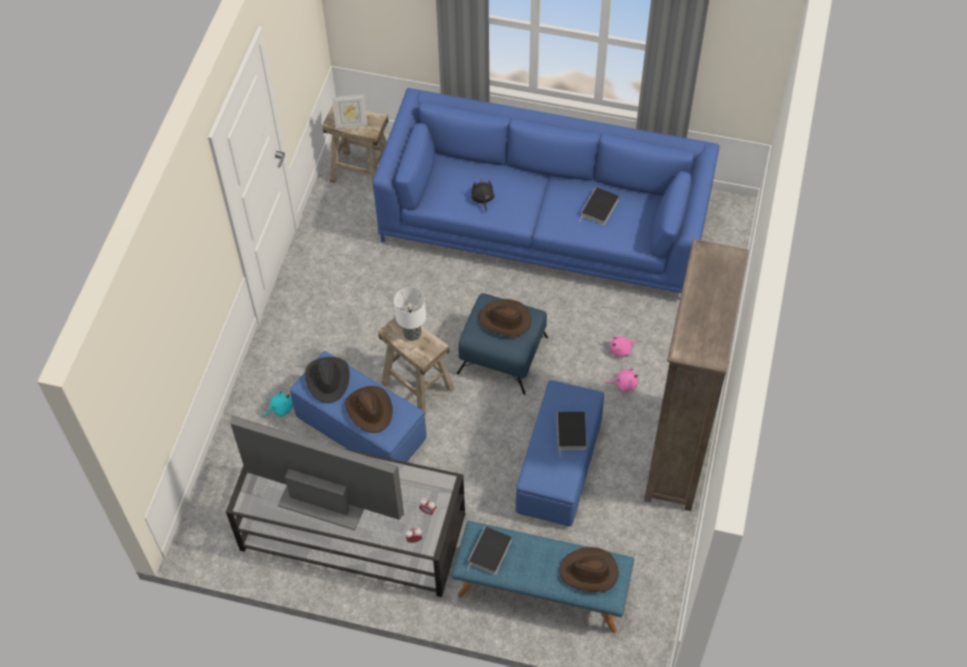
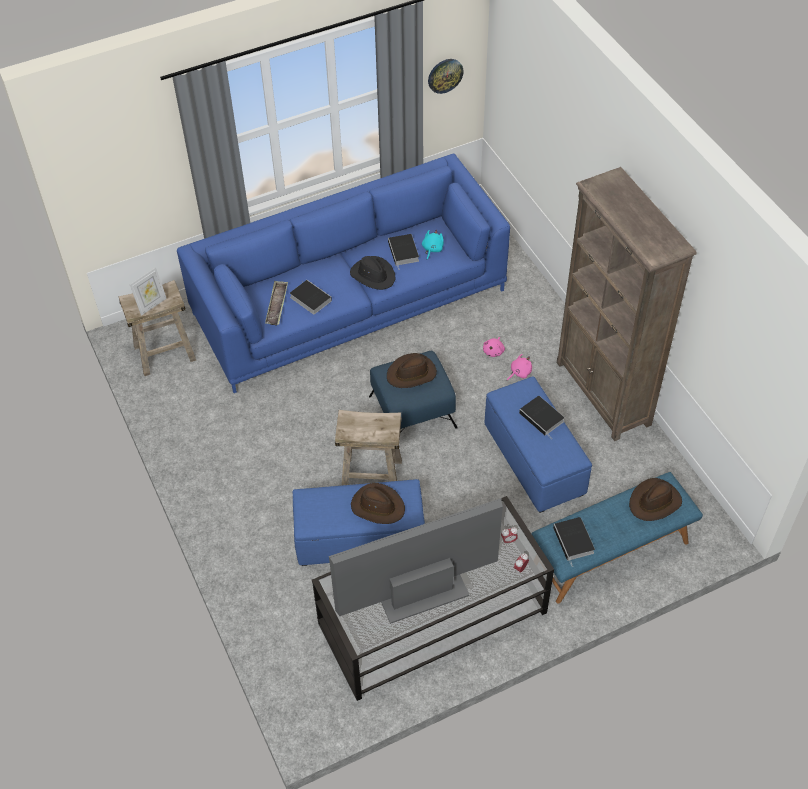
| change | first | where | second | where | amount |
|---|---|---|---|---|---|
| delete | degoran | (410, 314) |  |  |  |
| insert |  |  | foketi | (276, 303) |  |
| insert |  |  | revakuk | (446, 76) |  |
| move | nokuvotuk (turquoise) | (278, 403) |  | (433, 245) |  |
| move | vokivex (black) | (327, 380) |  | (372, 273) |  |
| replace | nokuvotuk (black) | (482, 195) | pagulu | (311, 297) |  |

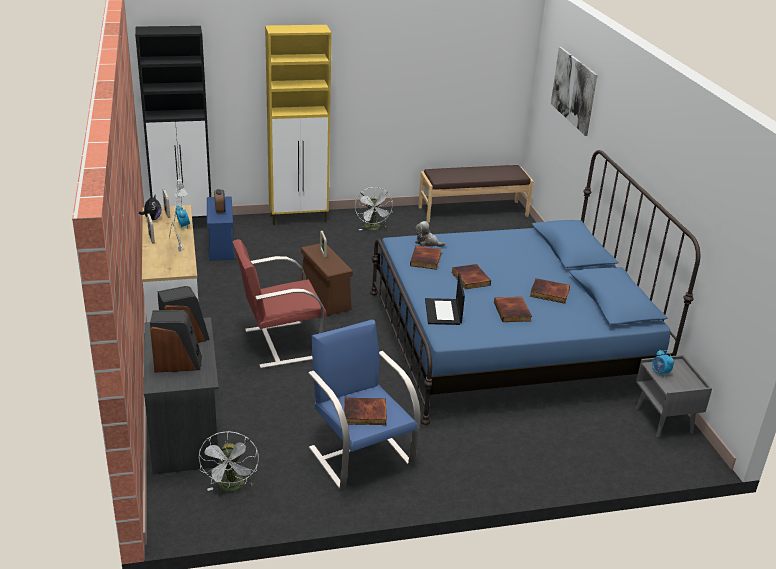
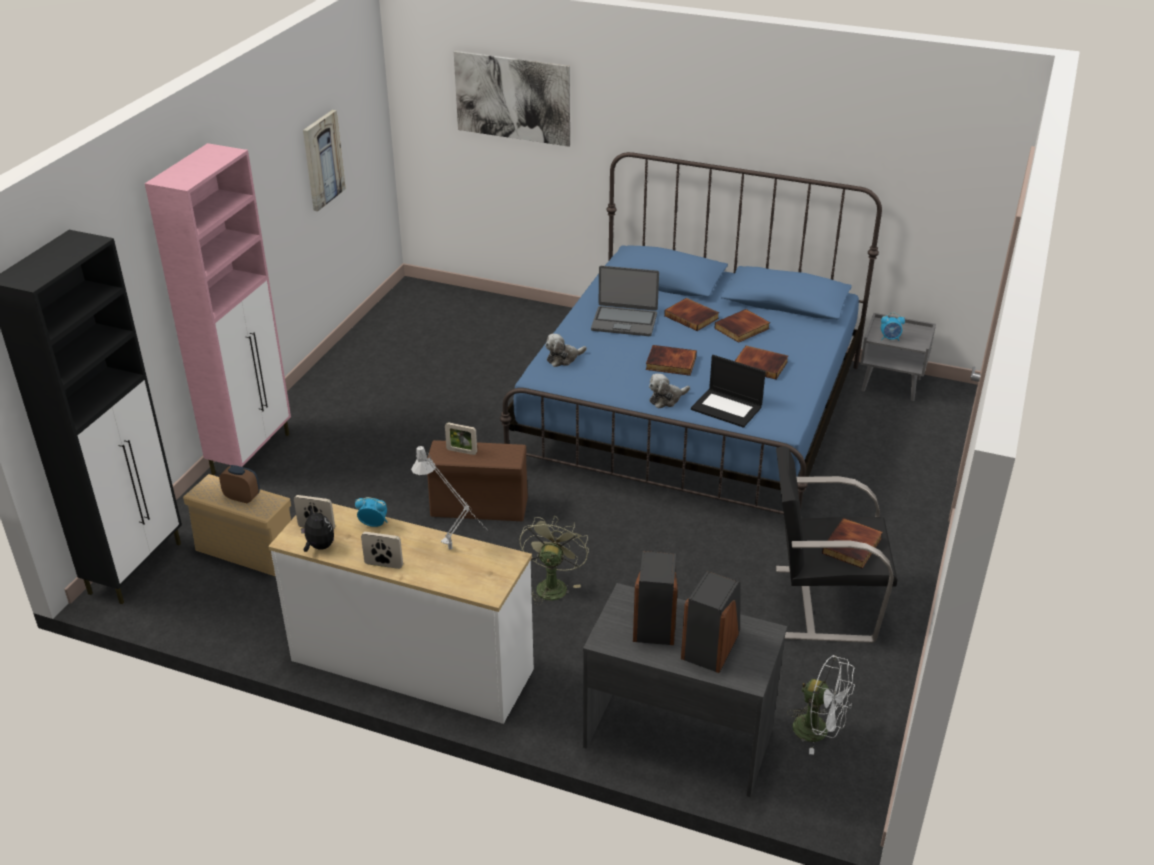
| change | first | where | second | where | amount |
|---|---|---|---|---|---|
| delete | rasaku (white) | (374, 208) |  |  |  |
| delete | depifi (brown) | (475, 194) |  |  |  |
| insert |  |  | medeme | (324, 160) |  |
| insert |  |  | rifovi | (625, 301) |  |
| insert |  |  | nokuvotuk | (669, 390) |  |
| move | pagulu | (426, 258) |  | (691, 314) |  |
| replace | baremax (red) | (279, 304) | rasaku (green) | (554, 560) |  |
| recolor | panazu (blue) | (221, 228) | panazu (beige) | (237, 525) |  |
| recolor | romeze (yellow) | (298, 125) | romeze (pink) | (218, 309) |  |
| recolor | baremax (blue) | (364, 405) | baremax (black) | (836, 544) |  |

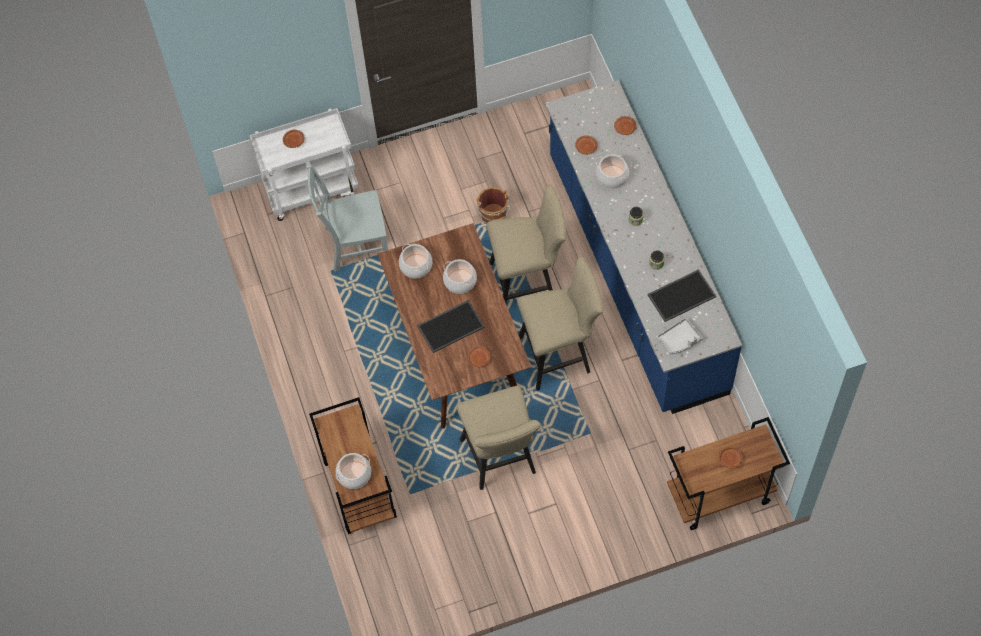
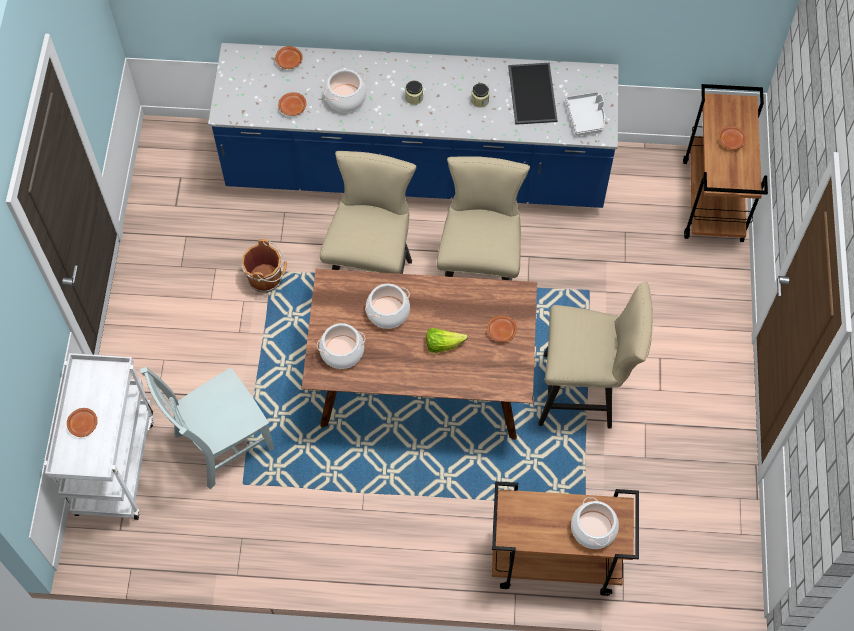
| change | first | where | second | where | amount |
|---|---|---|---|---|---|
| replace | foketi | (451, 326) | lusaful | (447, 340) |  |
| rotate | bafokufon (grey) | (347, 218) |  | (207, 428) | 45 degrees clockwise |

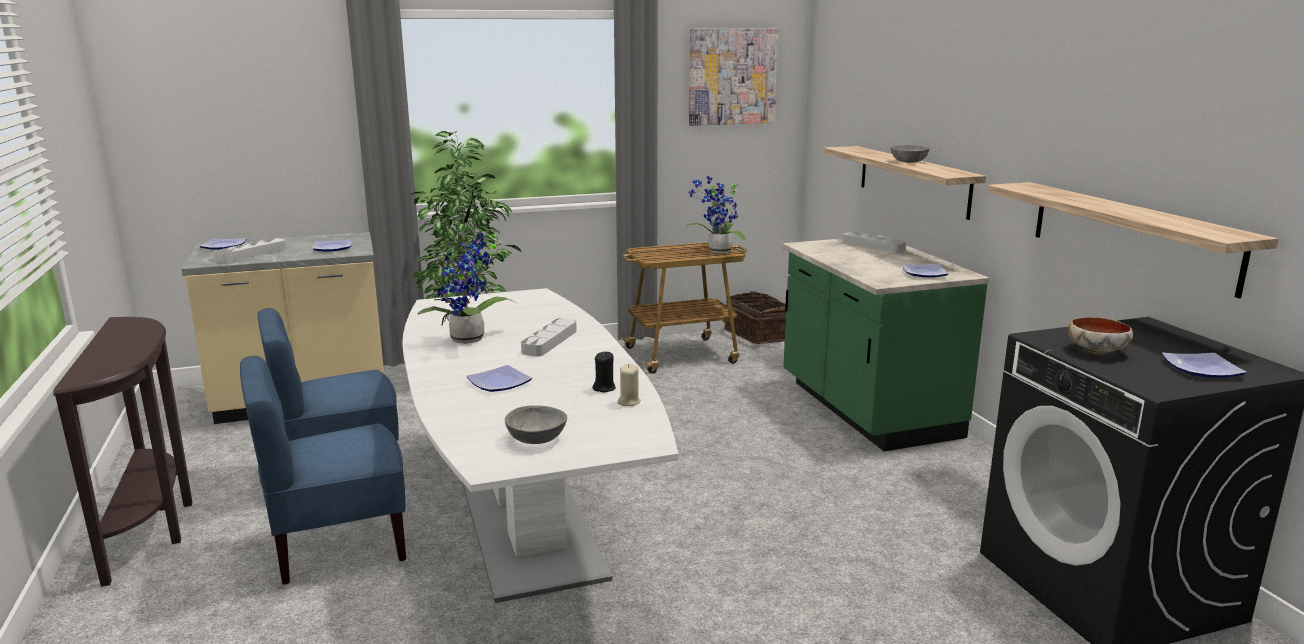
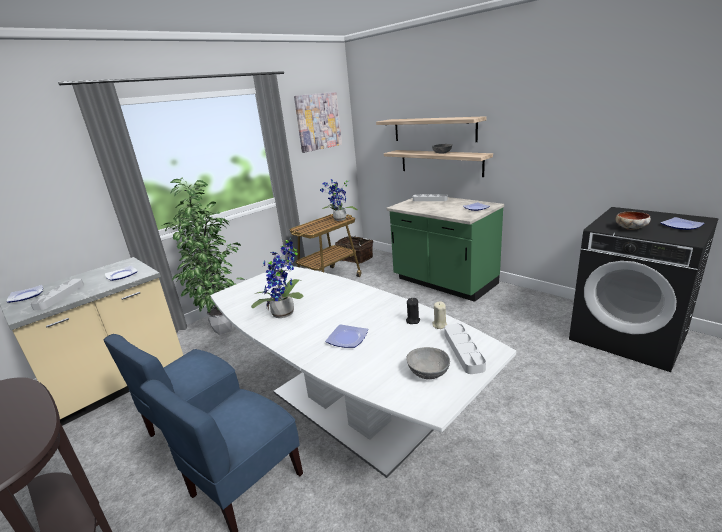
| change | first | where | second | where | amount |
|---|---|---|---|---|---|
| move | foketi (grey) | (549, 337) |  | (465, 349) |  |
| move | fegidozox | (1133, 240) |  | (431, 129) |  |

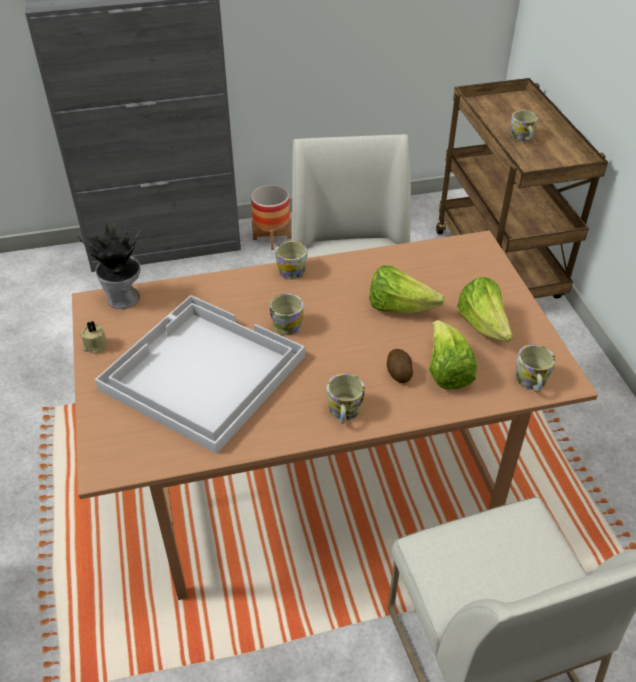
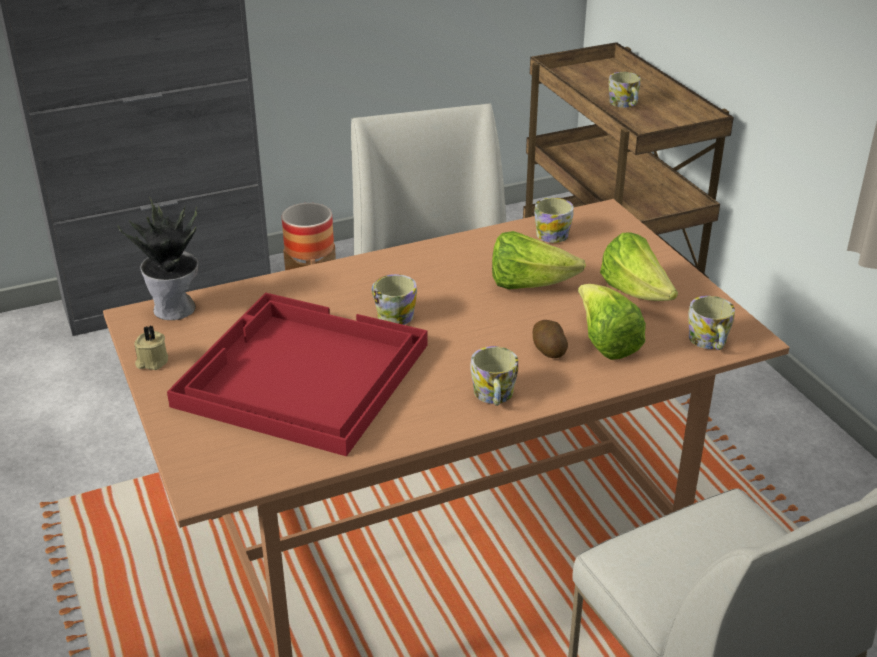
| change | first | where | second | where | amount |
|---|---|---|---|---|---|
| move | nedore | (291, 260) |  | (554, 220) |  |
| recolor | foketi (white) | (200, 374) | foketi (red) | (297, 374) |  |

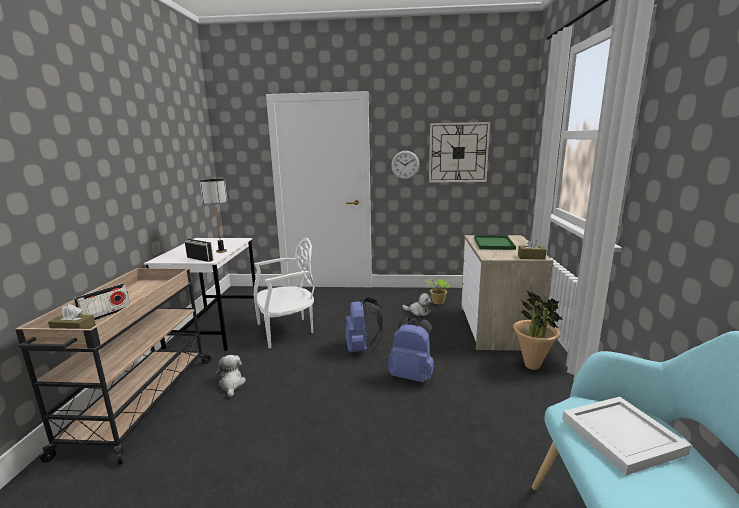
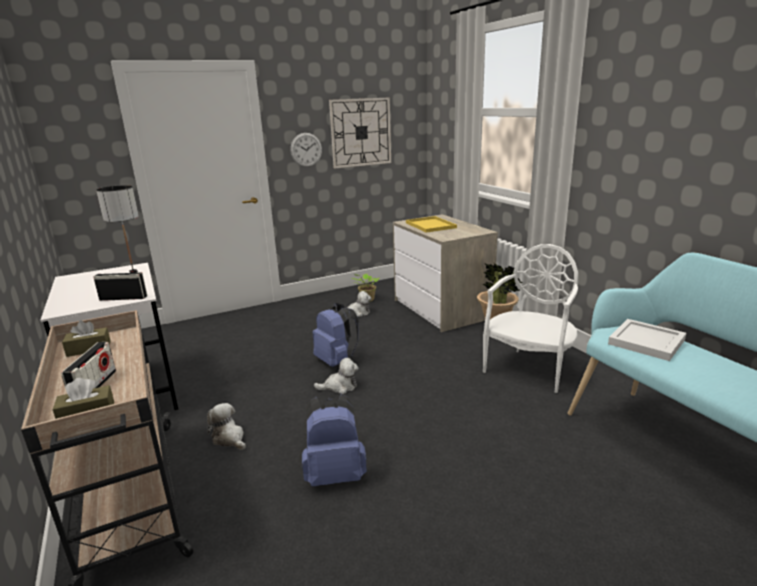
| change | first | where | second | where | amount |
|---|---|---|---|---|---|
| insert |  |  | nokuvotuk | (336, 376) |  |
| move | bafokufon (white) | (284, 293) |  | (530, 318) |  |
| move | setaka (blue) | (411, 350) |  | (334, 440) |  |
| move | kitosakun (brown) | (532, 249) |  | (86, 338) |  |
| recolor | foketi (green) | (495, 242) | foketi (yellow) | (431, 224) |  |

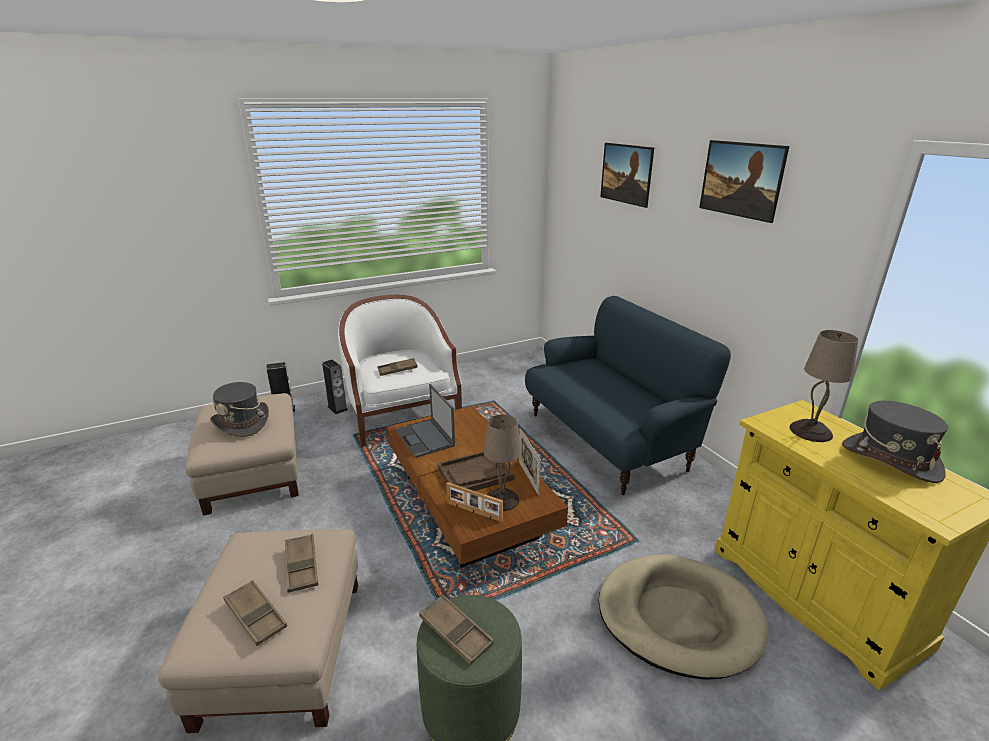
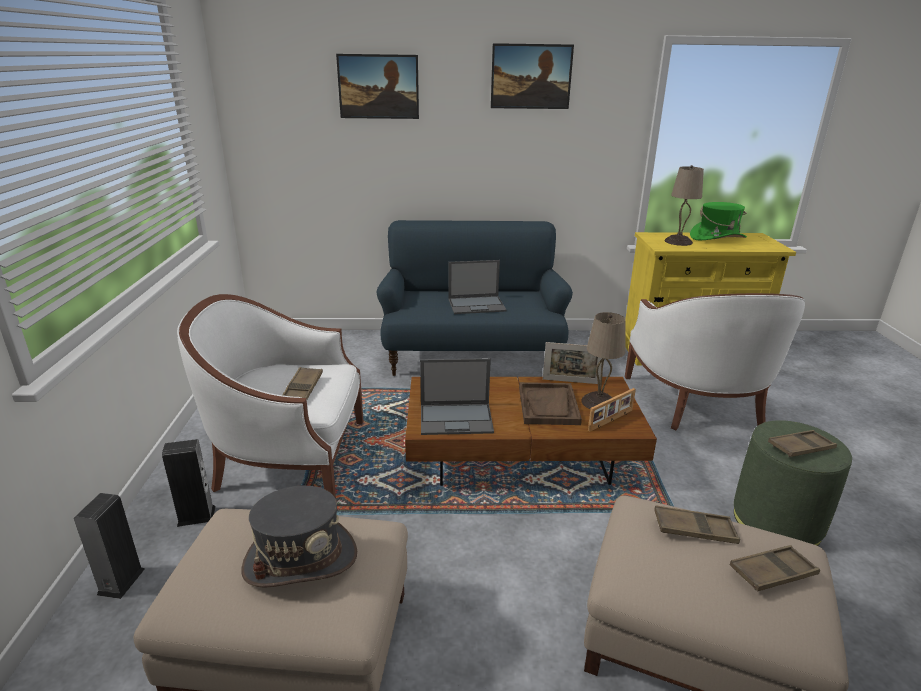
| change | first | where | second | where | amount |
|---|---|---|---|---|---|
| insert |  |  | rifovi | (477, 287) |  |
| replace | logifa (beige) | (683, 617) | baremax (white) | (715, 361) |  |
| recolor | vokivex (grey) | (895, 442) | vokivex (green) | (718, 221) |  |

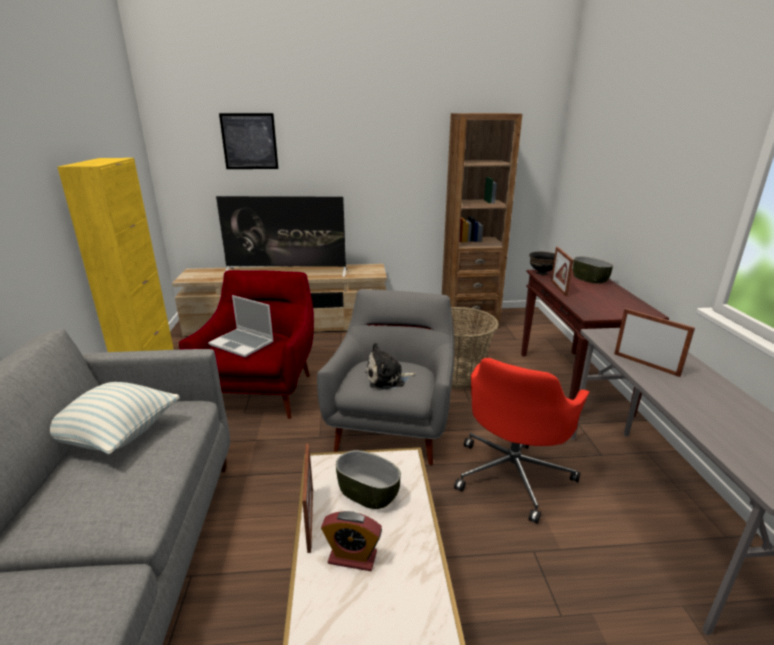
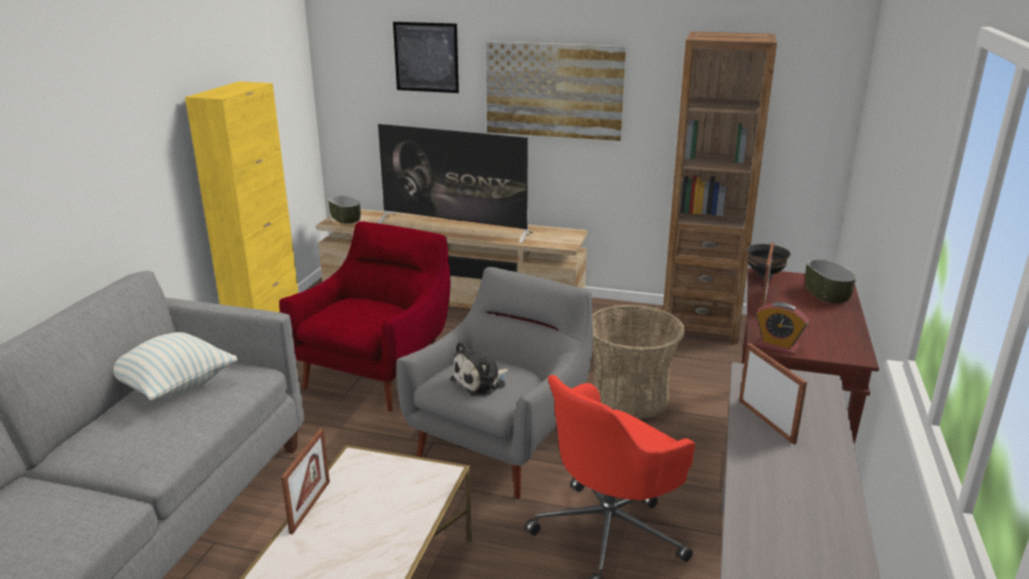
| change | first | where | second | where | amount |
|---|---|---|---|---|---|
| delete | rifovi | (241, 326) |  |  |  |
| insert |  |  | medeme | (556, 91) |  |
| move | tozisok | (351, 541) |  | (782, 329) |  |
| move | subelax | (368, 479) |  | (344, 210) |  |
| rotate | nokuvotuk | (390, 366) |  | (479, 368) | 45 degrees counterclockwise |

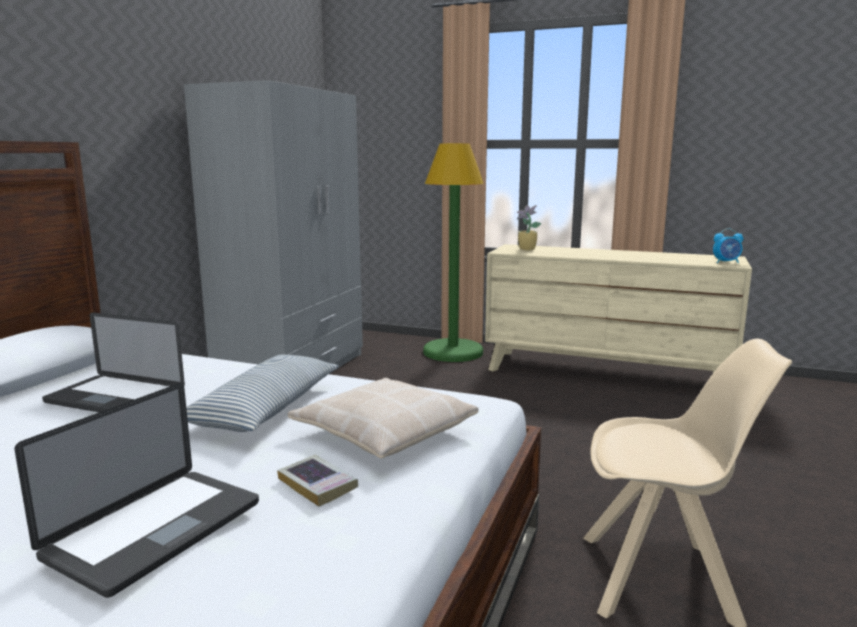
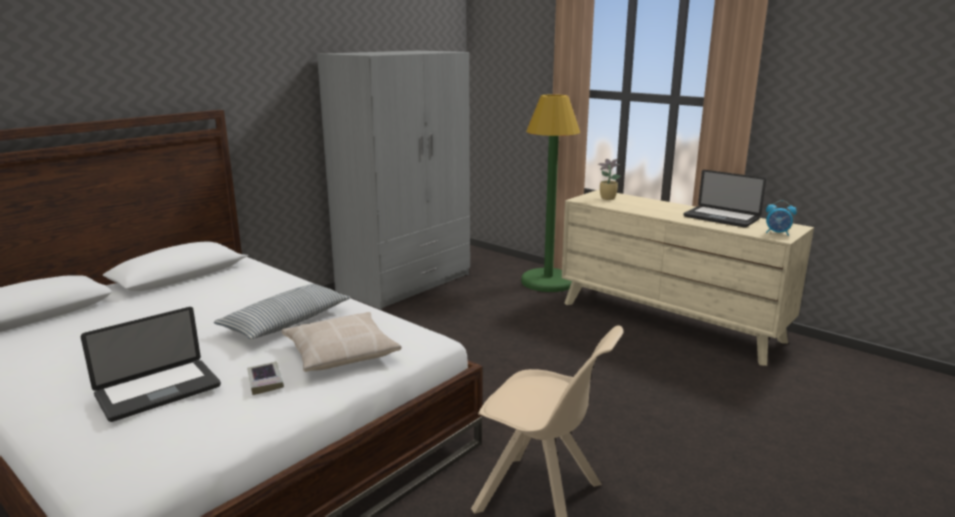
| change | first | where | second | where | amount |
|---|---|---|---|---|---|
| move | rifovi | (113, 362) |  | (724, 199) |  |

